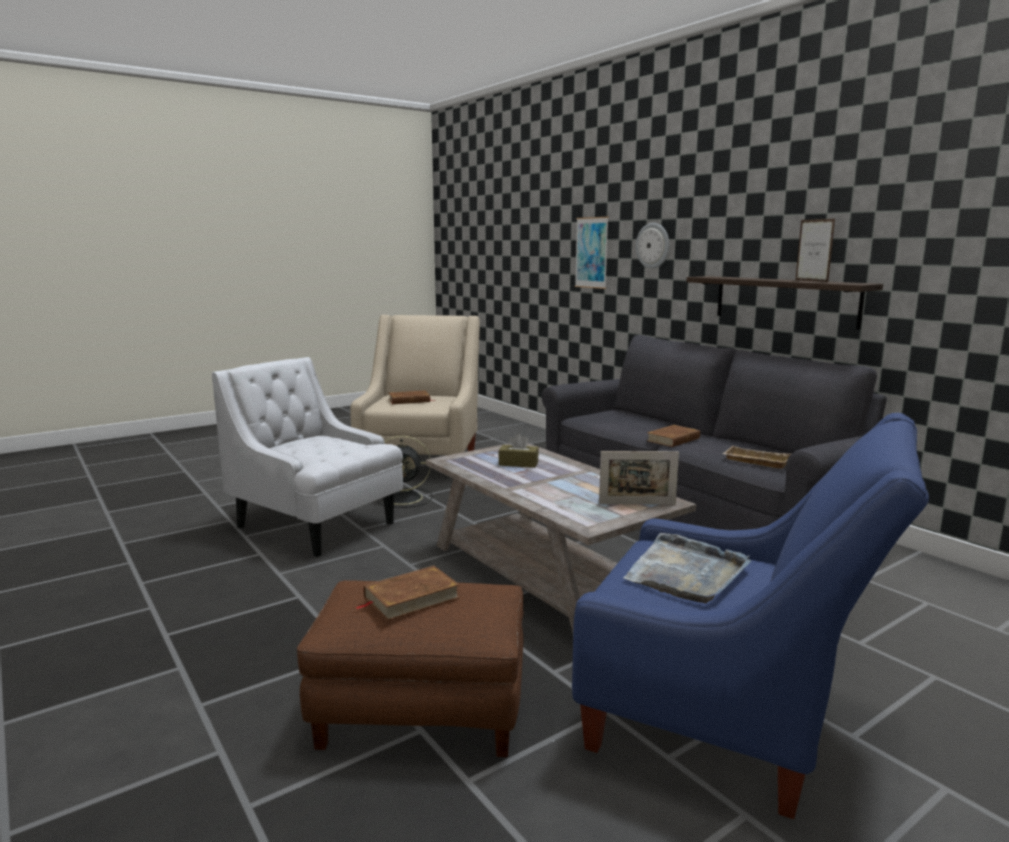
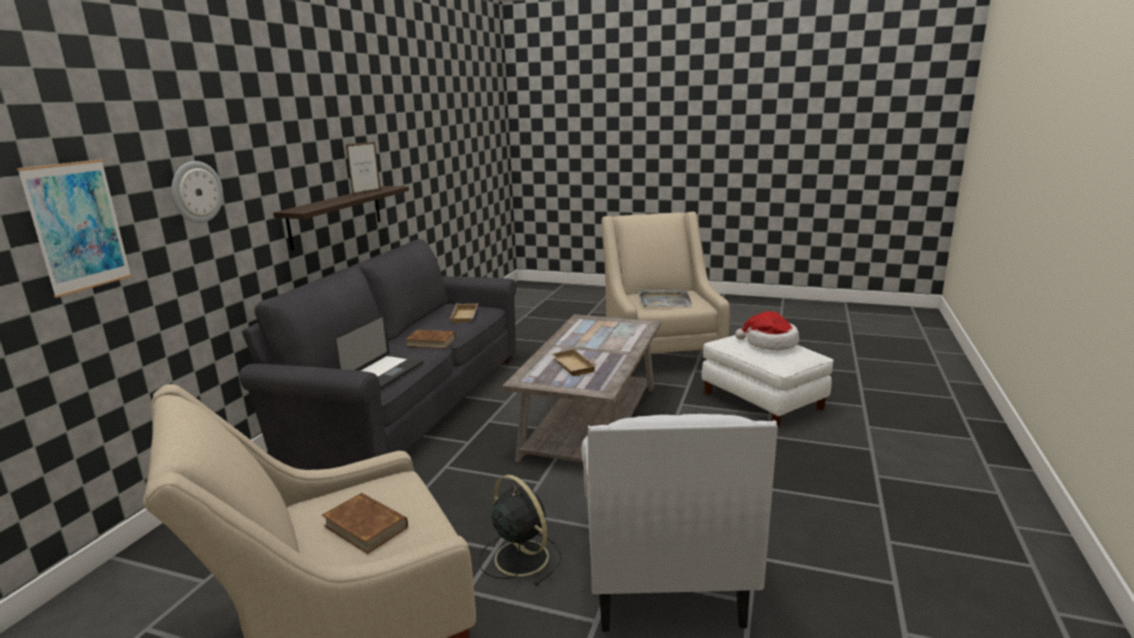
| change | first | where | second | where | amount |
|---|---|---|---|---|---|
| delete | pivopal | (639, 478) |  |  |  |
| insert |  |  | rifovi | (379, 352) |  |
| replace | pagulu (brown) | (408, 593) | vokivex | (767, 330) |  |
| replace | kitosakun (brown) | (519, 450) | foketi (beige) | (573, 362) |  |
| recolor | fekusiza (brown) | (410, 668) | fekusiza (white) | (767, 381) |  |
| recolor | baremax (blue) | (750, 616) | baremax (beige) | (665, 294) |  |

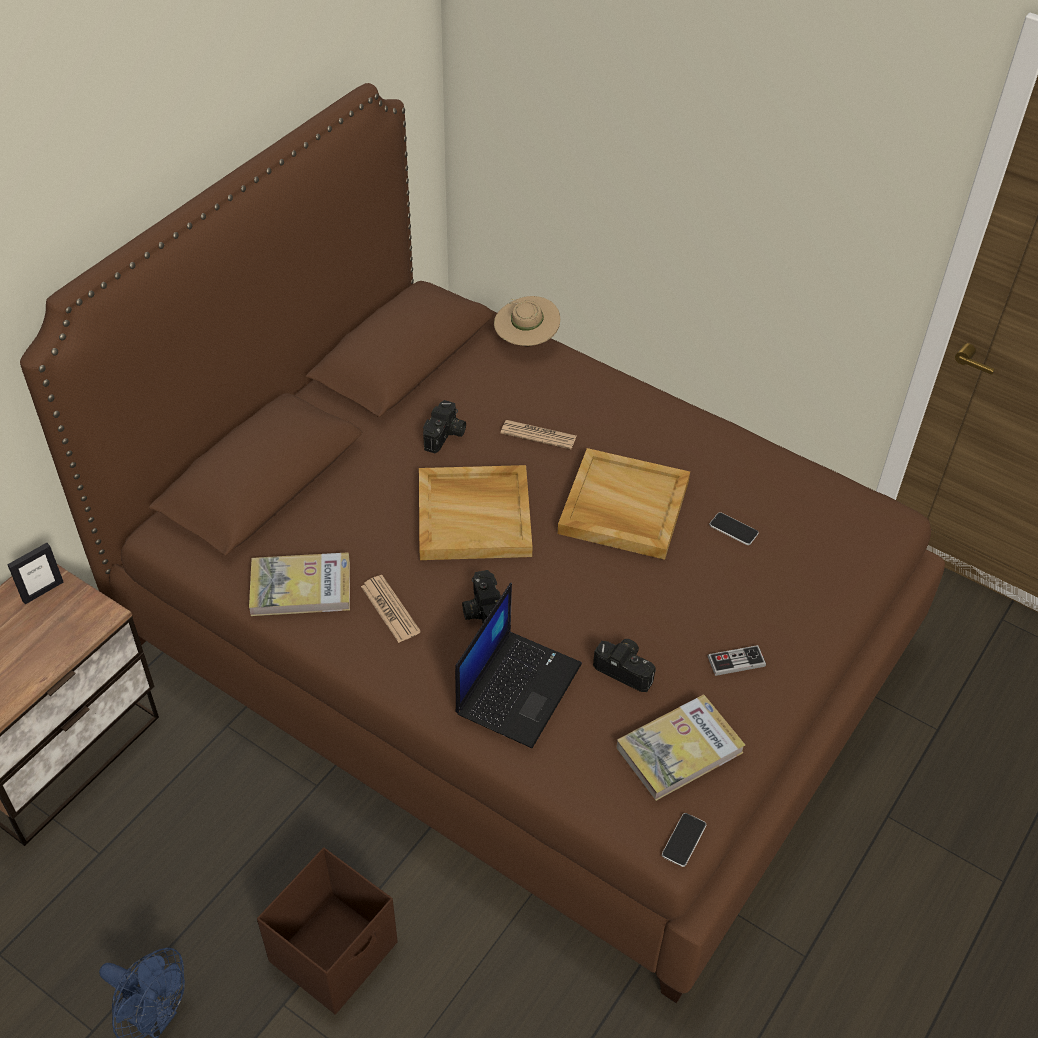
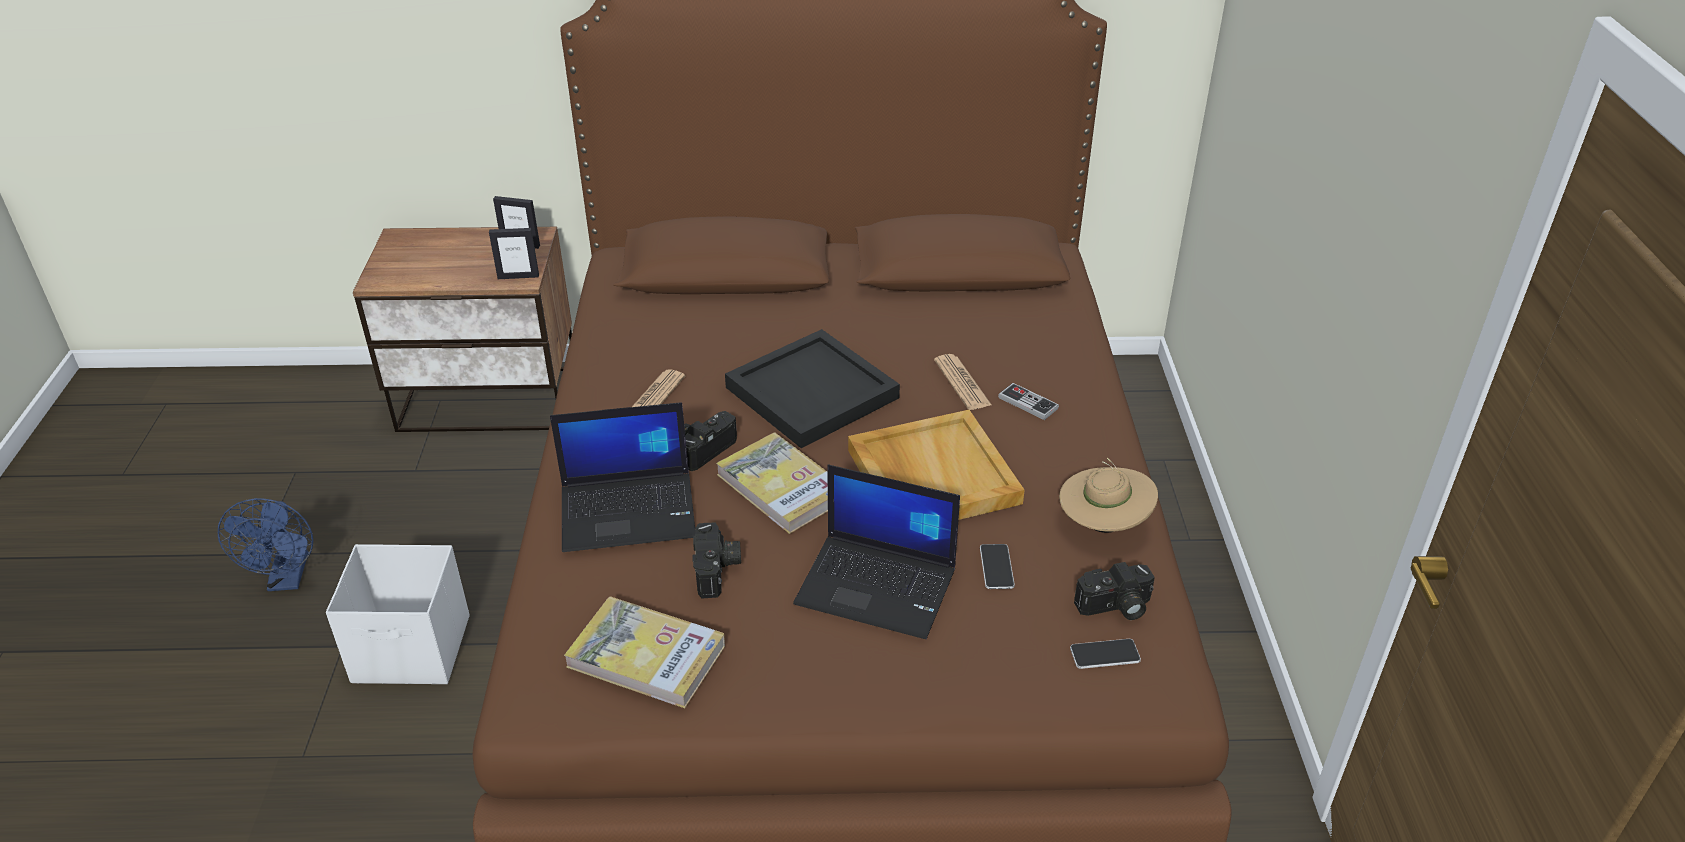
| change | first | where | second | where | amount |
|---|---|---|---|---|---|
| insert |  |  | pivopal | (514, 253) |  |
| insert |  |  | rifovi | (876, 551) |  |
| move | pagulu | (299, 584) |  | (772, 483) |  |
| move | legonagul | (444, 426) |  | (1114, 591) |  |
| move | vokivex (beige) | (527, 321) |  | (1108, 495) |  |
| move | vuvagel | (684, 840) |  | (1105, 654) |  |
| move | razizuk | (737, 660) |  | (1028, 401) |  |
| recolor | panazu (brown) | (327, 930) | panazu (white) | (398, 614) |  |
| recolor | foketi (beige) | (476, 512) | foketi (black) | (812, 388) |  |

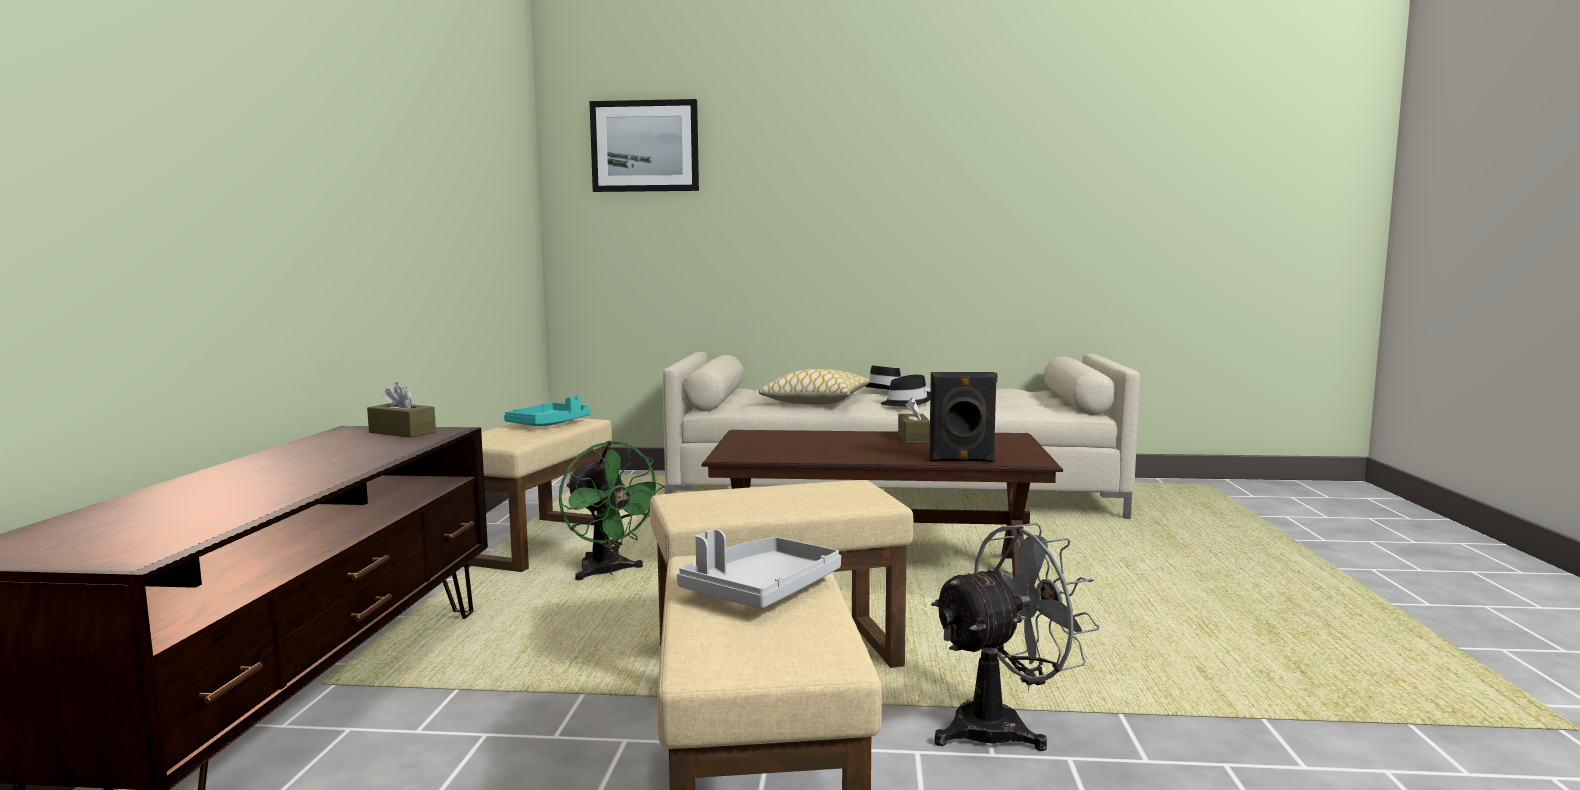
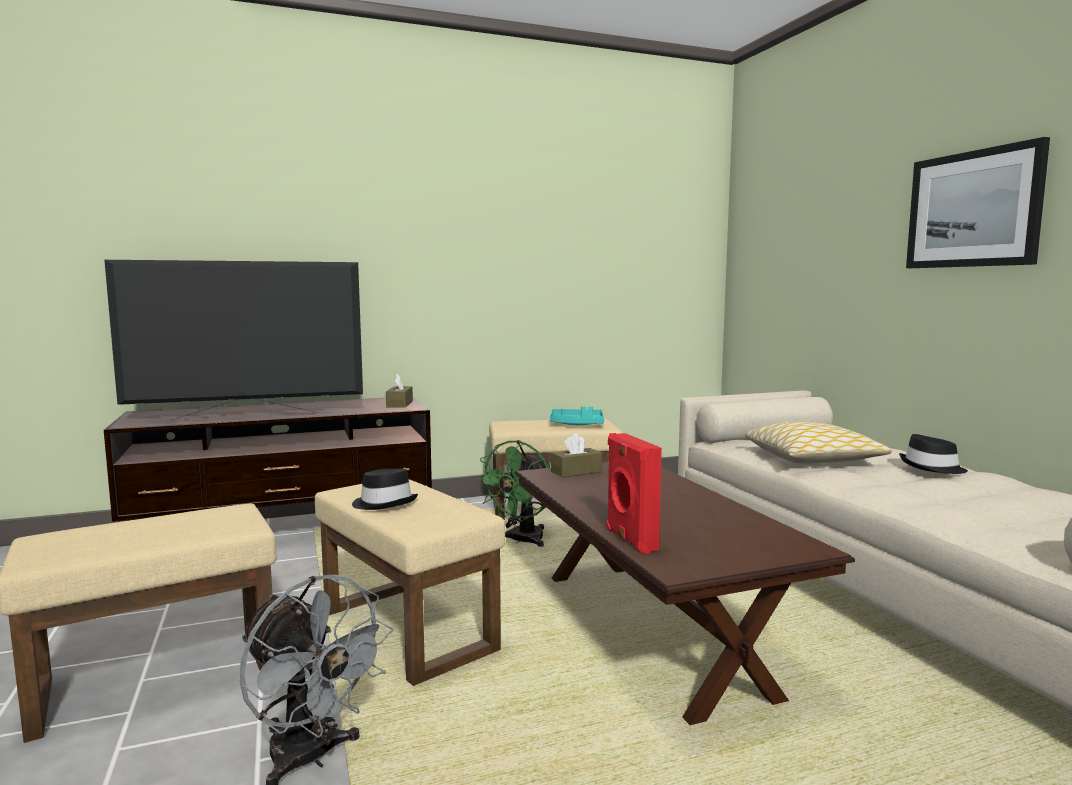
| change | first | where | second | where | amount |
|---|---|---|---|---|---|
| delete | foketi (grey) | (759, 569) |  |  |  |
| insert |  |  | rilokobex | (233, 340) |  |
| move | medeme | (644, 145) |  | (978, 202) |  |
| move | vokivex (black) | (905, 390) |  | (385, 489) |  |
| move | kitosakun (brown) | (914, 420) |  | (576, 455) |  |
| recolor | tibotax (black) | (963, 417) | tibotax (red) | (634, 493) |  |

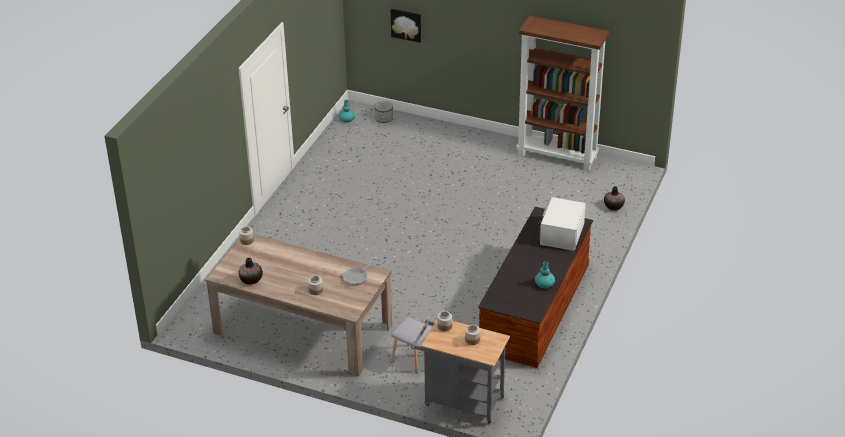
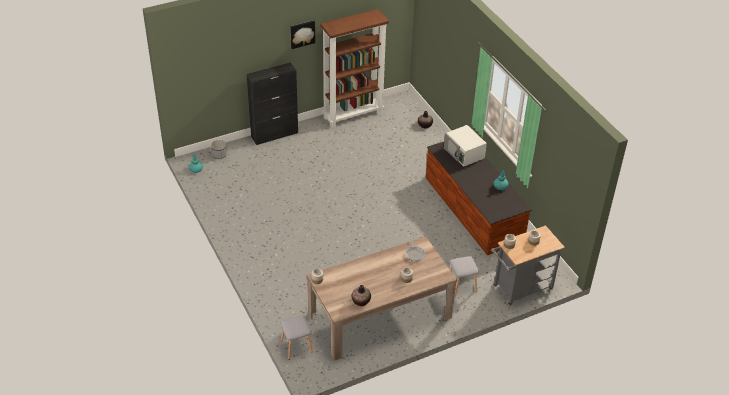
| change | first | where | second | where | amount |
|---|---|---|---|---|---|
| insert |  |  | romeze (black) | (272, 104) |  |
| insert |  |  | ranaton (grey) | (297, 337) |  |
| move | medeme | (406, 26) |  | (302, 35) |  |

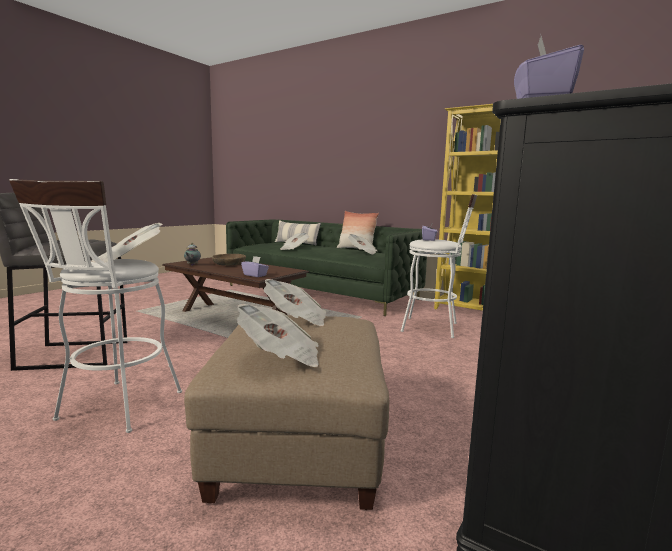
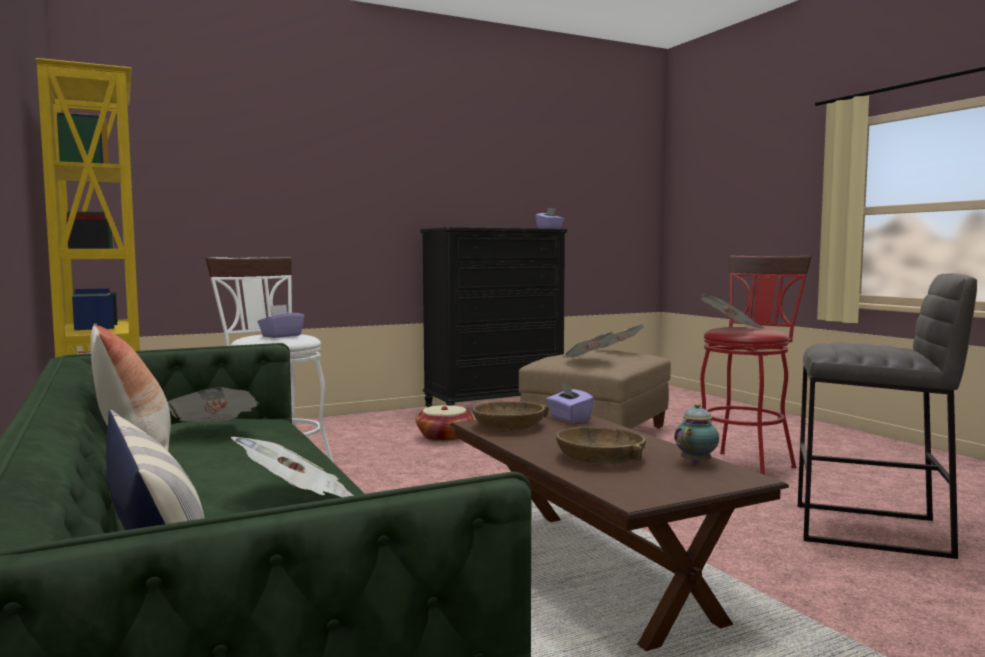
| change | first | where | second | where | amount |
|---|---|---|---|---|---|
| insert |  |  | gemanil | (444, 423) |  |
| insert |  |  | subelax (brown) | (511, 416) |  |
| recolor | ranaton (white) | (95, 306) | ranaton (red) | (755, 365) |  |

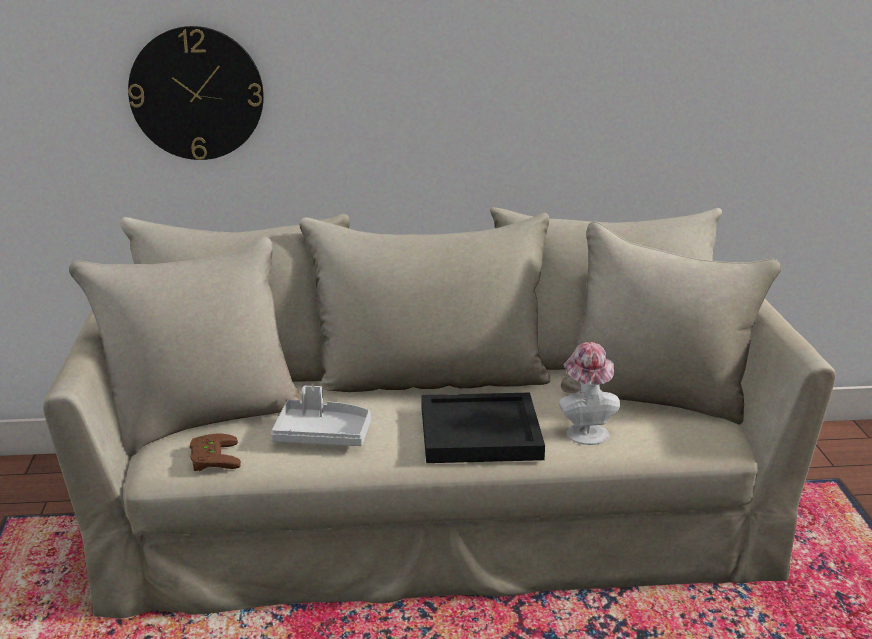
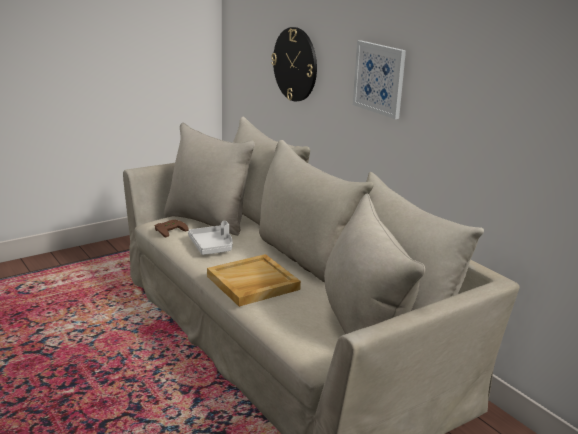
| change | first | where | second | where | amount |
|---|---|---|---|---|---|
| delete | vokivex | (589, 393) |  |  |  |
| insert |  |  | medeme | (379, 79) |  |
| recolor | foketi (black) | (483, 428) | foketi (beige) | (254, 280) |  |

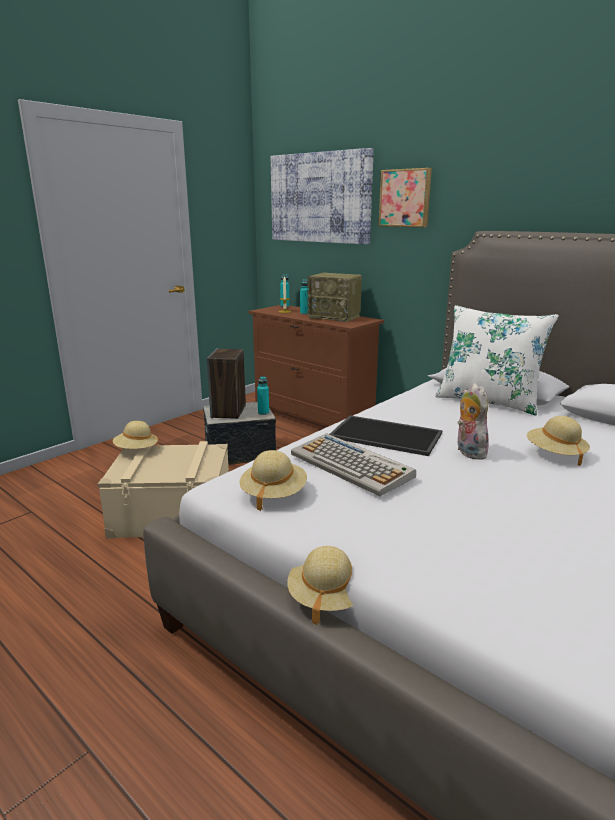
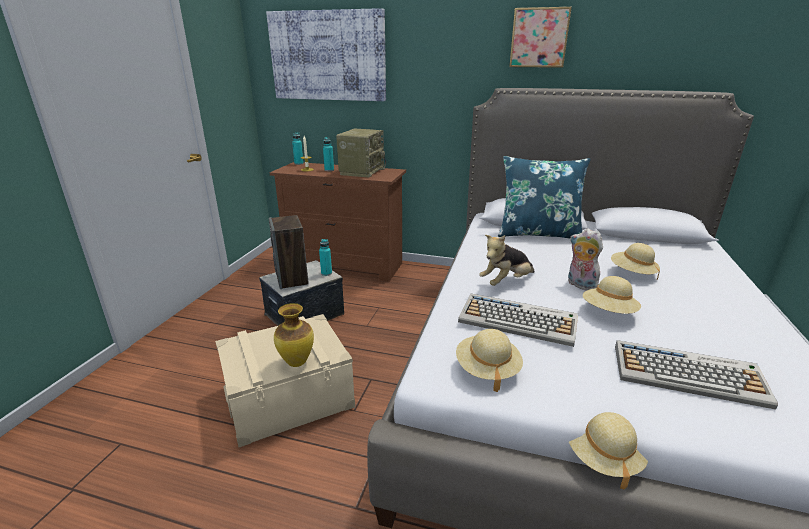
| change | first | where | second | where | amount |
|---|---|---|---|---|---|
| insert |  |  | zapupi | (294, 335) |  |
| insert |  |  | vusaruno | (696, 375) |  |
| move | vokivex (beige) | (136, 435) |  | (612, 295) |  |
| move | medeme | (405, 197) |  | (540, 37) |  |
| replace | foketi | (386, 435) | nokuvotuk | (507, 260) |  |
| recolor | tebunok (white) | (497, 360) | tebunok (blue) | (544, 197) |  |
| rotate | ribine | (334, 297) |  | (361, 153) | 75 degrees counterclockwise |

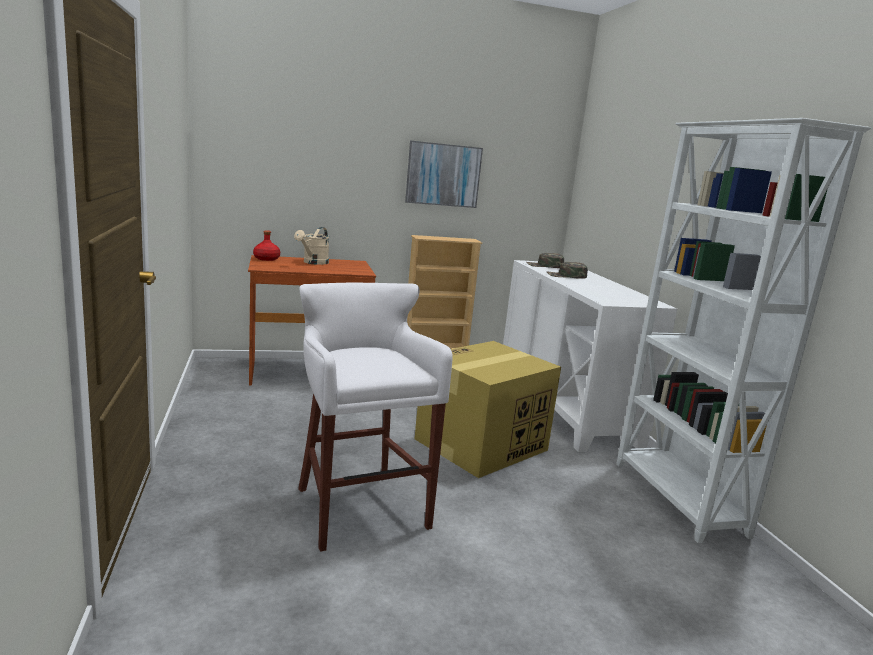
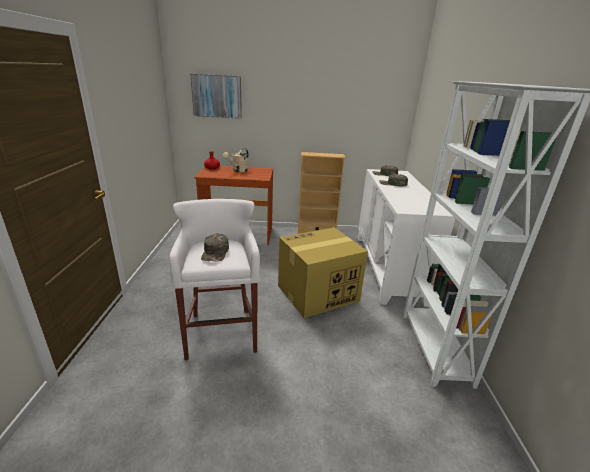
| change | first | where | second | where | amount |
|---|---|---|---|---|---|
| insert |  |  | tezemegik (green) | (215, 247) |  |
| move | medeme | (444, 174) |  | (216, 96) |  |

